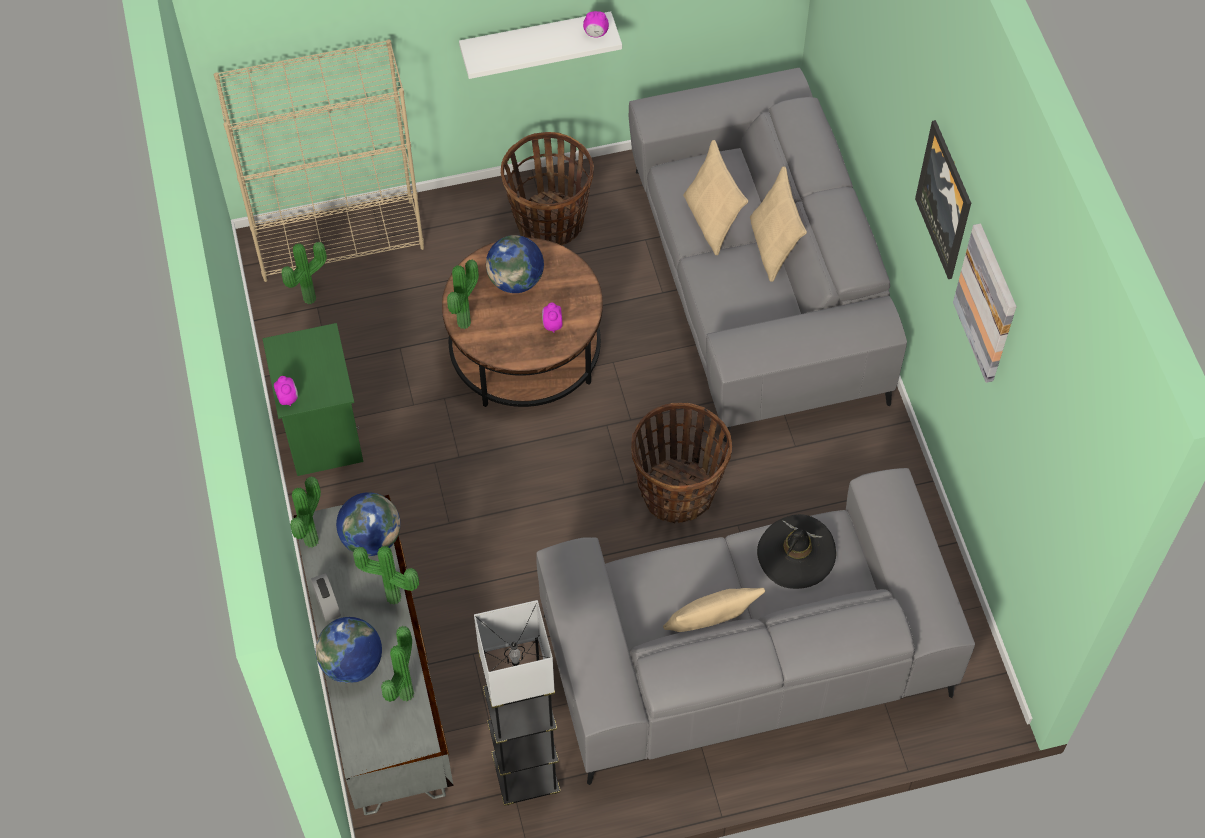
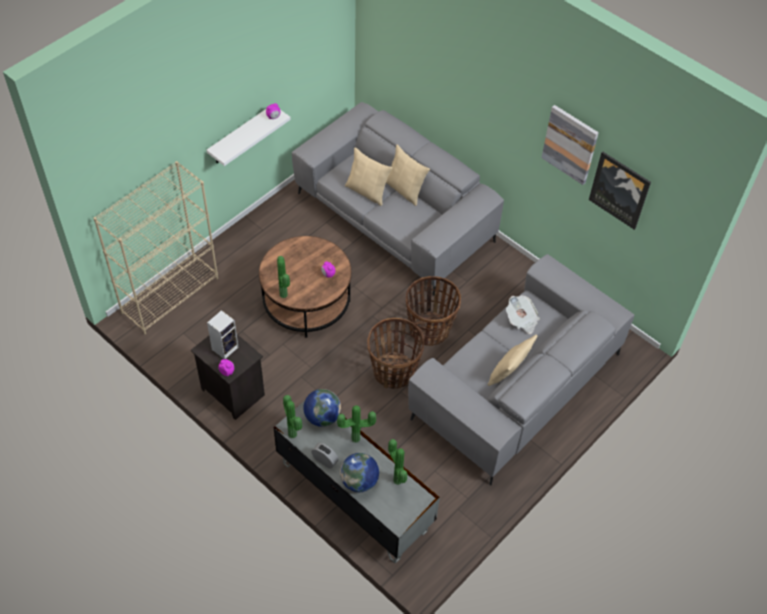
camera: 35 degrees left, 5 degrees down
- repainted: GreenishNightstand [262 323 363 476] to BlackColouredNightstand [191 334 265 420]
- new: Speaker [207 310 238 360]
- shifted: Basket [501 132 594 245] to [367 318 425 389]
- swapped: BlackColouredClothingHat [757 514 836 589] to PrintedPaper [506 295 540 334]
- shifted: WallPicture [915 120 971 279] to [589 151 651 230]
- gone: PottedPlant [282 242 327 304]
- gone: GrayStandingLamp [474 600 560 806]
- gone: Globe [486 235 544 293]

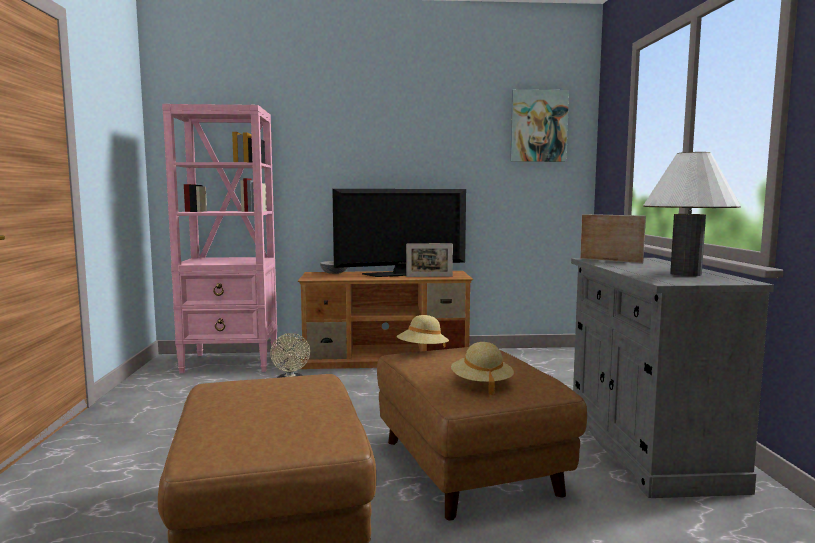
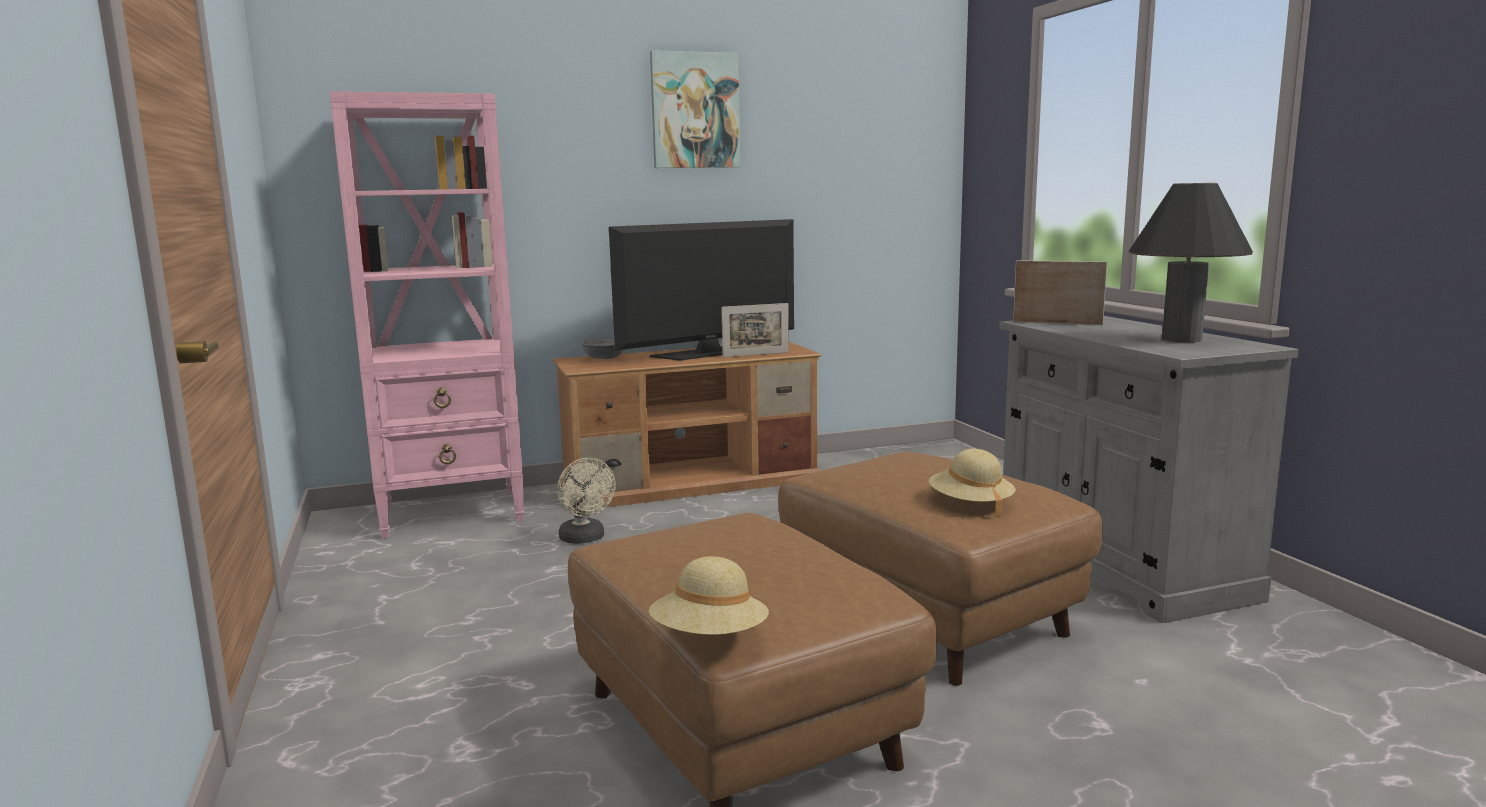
camera: 15 degrees left, 5 degrees up
- shifted: BeigeClothingHat [397 315 449 348] to [649 556 769 635]
- shifted: WallPicture [510 89 569 162] to [650 50 741 168]
- repainted: WhiteColouredTableLamp [643 152 741 276] to BlackColouredTableLamp [1128 183 1253 343]

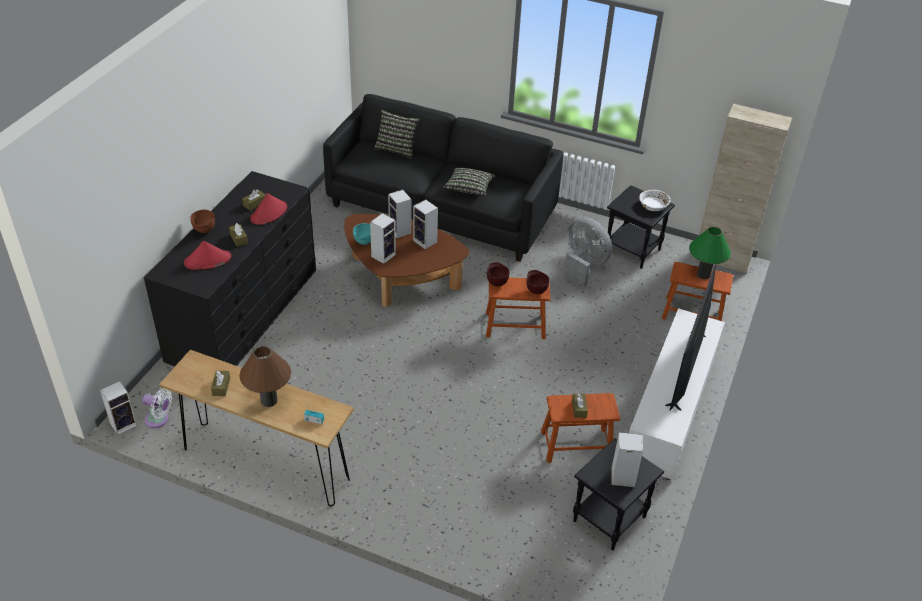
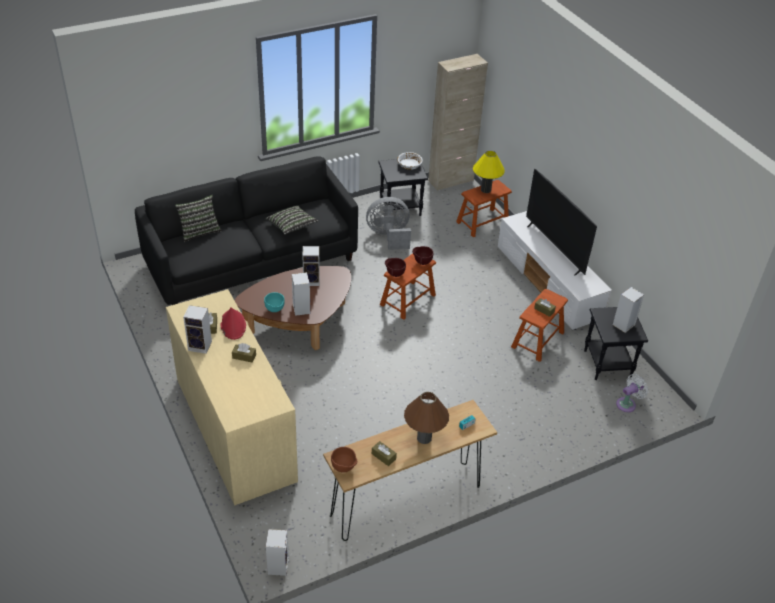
camera: 50 degrees left, 0 degrees up
- repainted: BlackColouredDrawerChest [144 171 316 366] to BeigeDrawerChest [166 289 298 505]
- shifted: Speaker [388 190 411 238] to [183 305 212 354]
- shifted: BrownDeepDish [190 210 215 233] to [331 447 357 472]
- repainted: GreenishTableLamp [689 227 731 279] to YellowTableLamp [473 151 505 193]
- shifted: WhiteColouredFan [142 388 172 428] to [616 374 648 412]
- gone: ReddishClothingHat [184 241 231 270]

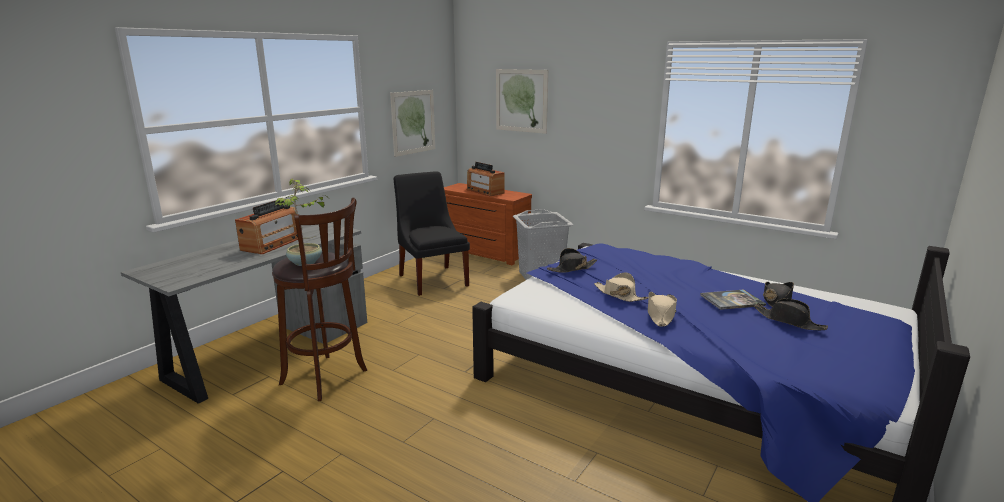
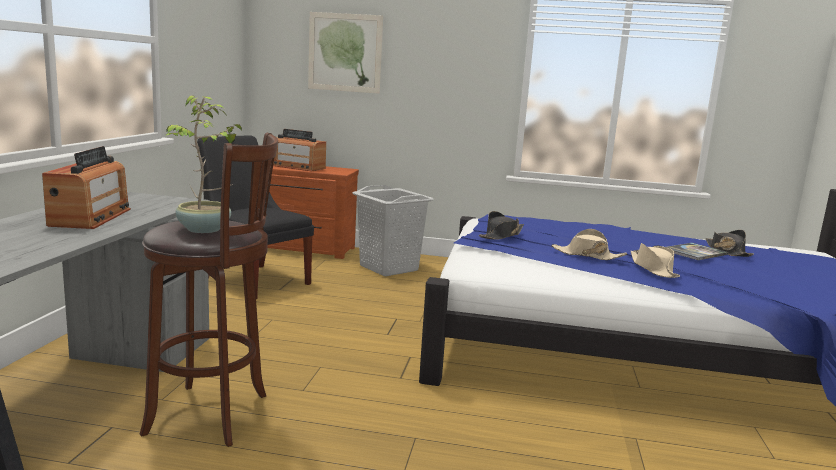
camera: 25 degrees left, 5 degrees down
- gone: WallPicture [390 90 435 157]
- gone: BlackColouredClothingHat [754 298 828 330]

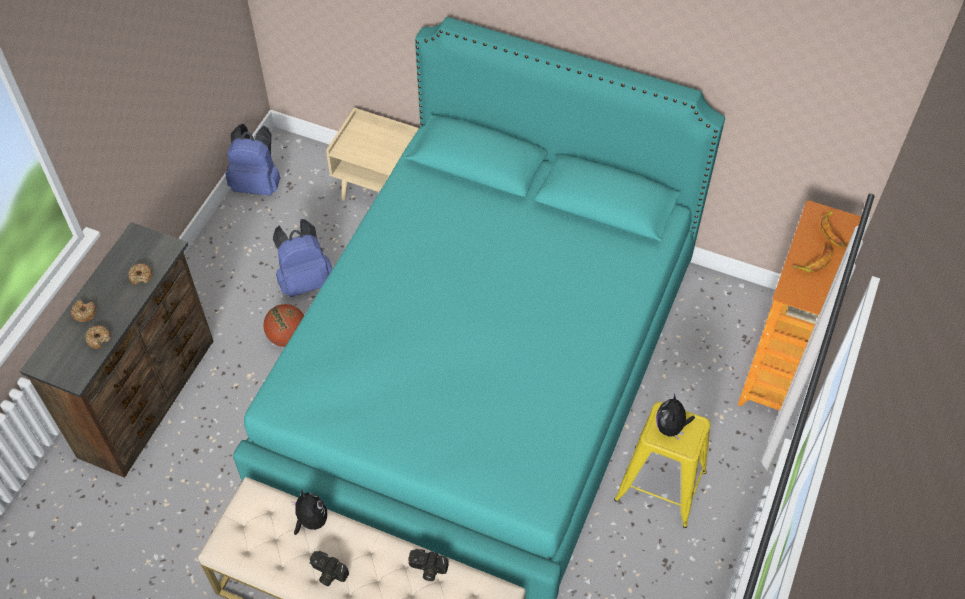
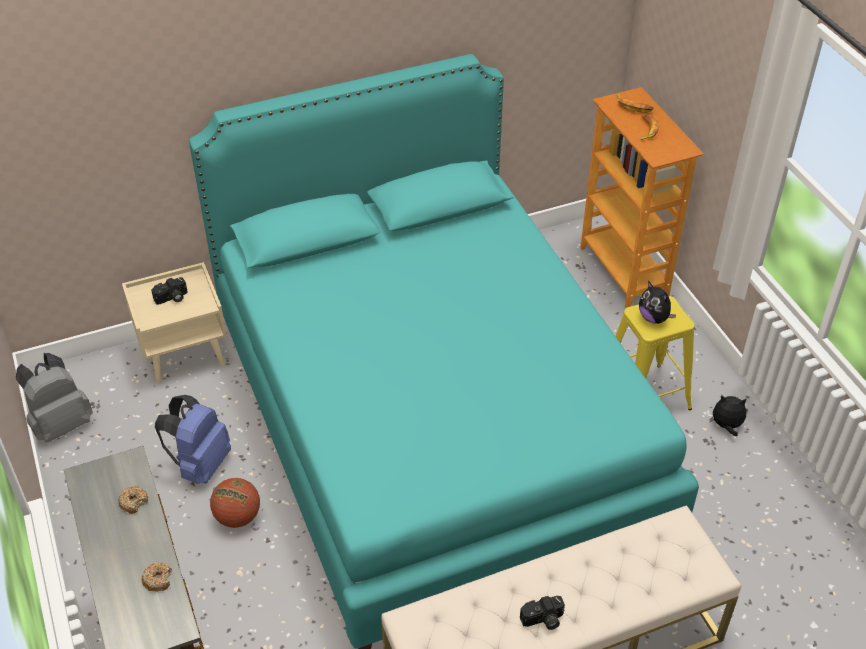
camera: 45 degrees left, 10 degrees down
- repainted: BluishKnapsack [225 124 280 195] to GrayKnapsack [16 353 93 442]
- shifted: PhotoCamera [408 549 449 581] to [151 277 188 304]
- shifted: CuddlyToy [292 489 327 535] to [710 395 747 436]
- gone: Doughnut [71 300 96 322]

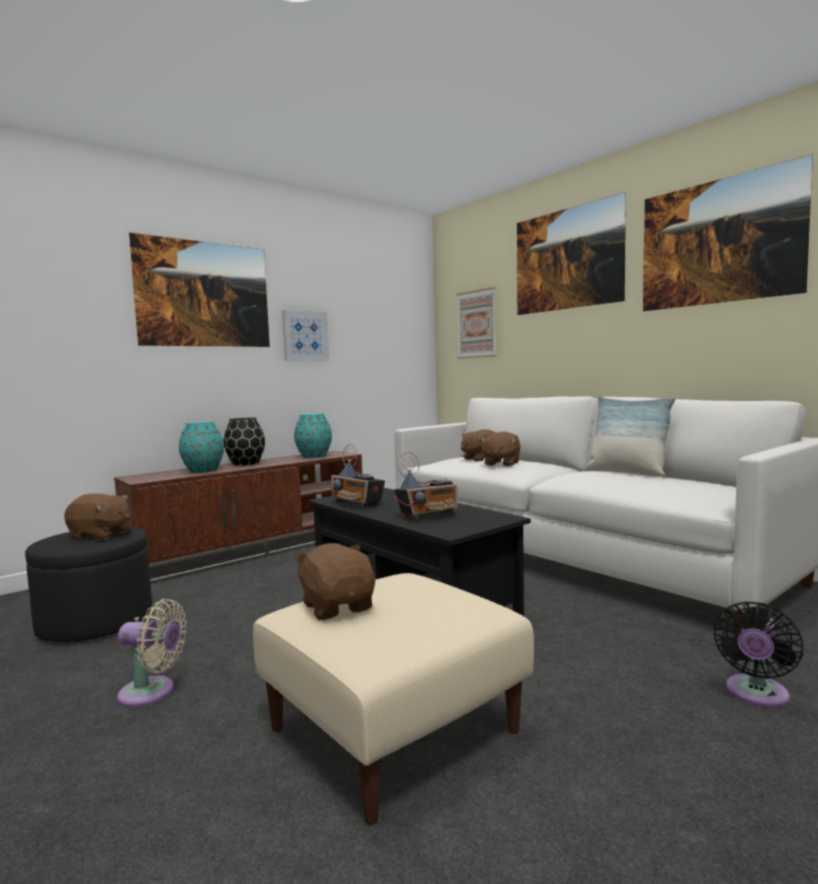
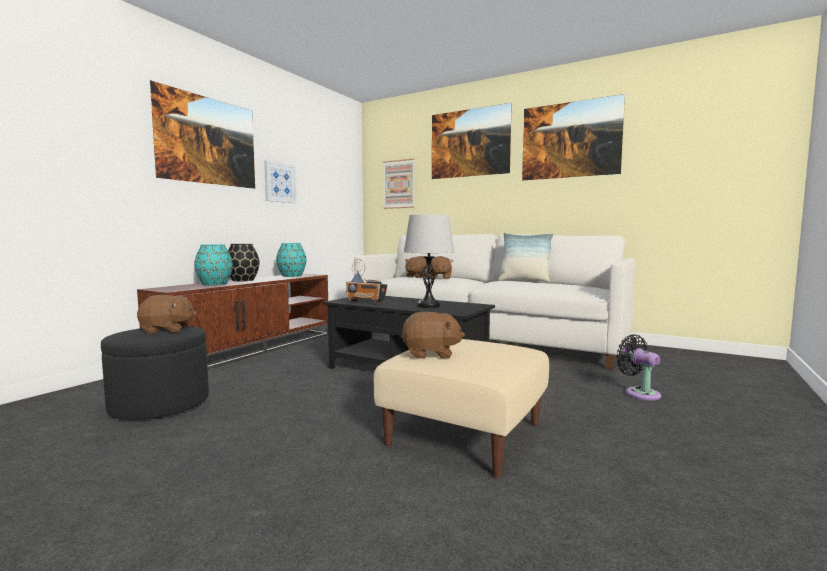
camera: 20 degrees left, 0 degrees up
- rotated: BrownCuddlyToy [293 543 375 620] = [401 312 465 359] 135 degrees clockwise
- swapped: RadioReceiver [394 452 458 519] to GrayTableLamp [404 214 454 308]
- rotated: BlackColouredFan [713 602 804 707] = [616 334 661 400] 135 degrees clockwise
- gone: BeigeFan [117 599 187 708]

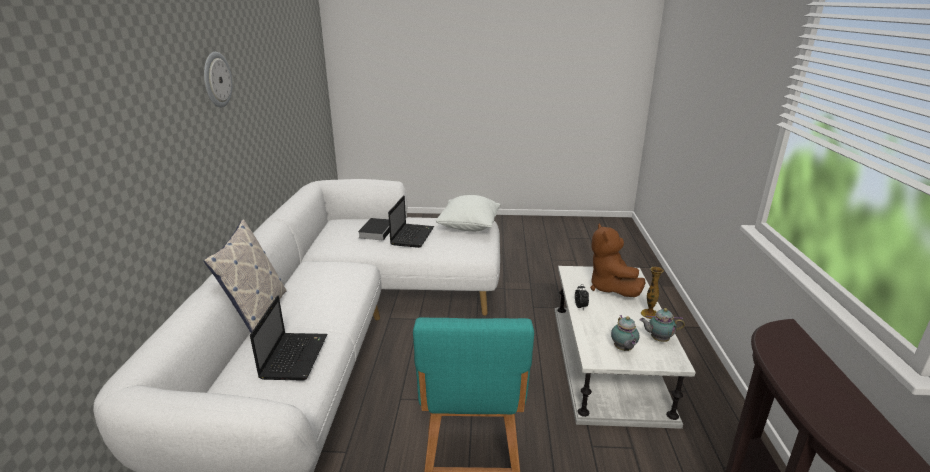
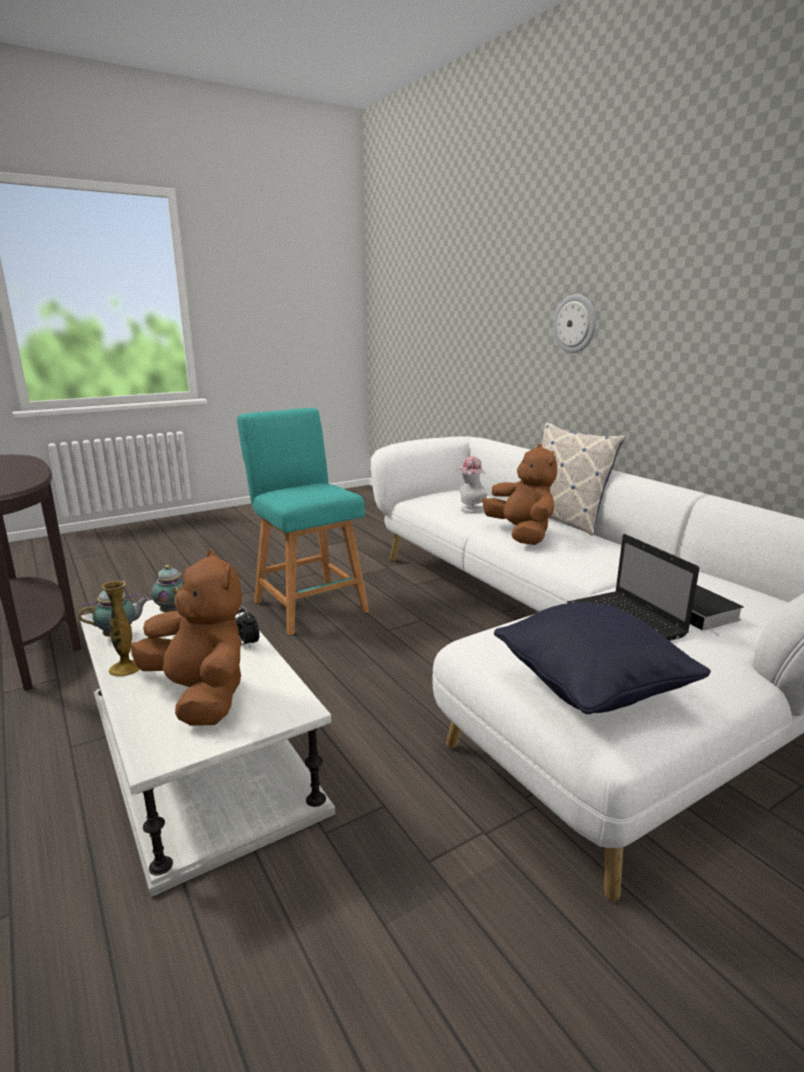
camera: 145 degrees right, 5 degrees down
- swapped: NotebookComputer [250 295 327 381] to ClothingHat [456 456 487 513]
- new: BrownCuddlyToy [482 444 557 545]
- repainted: WhiteColouredPillow [436 195 501 232] to BlackColouredPillow [494 602 711 714]
- shifted: WallClock [204 52 232 108] to [553 294 596 353]

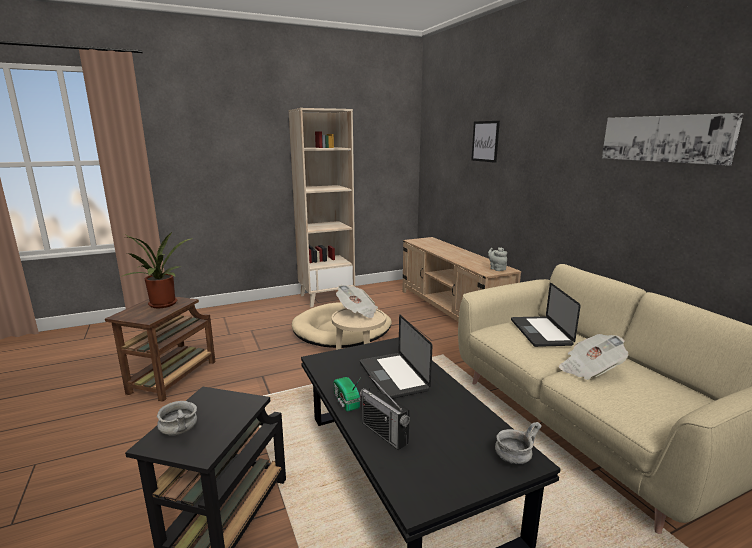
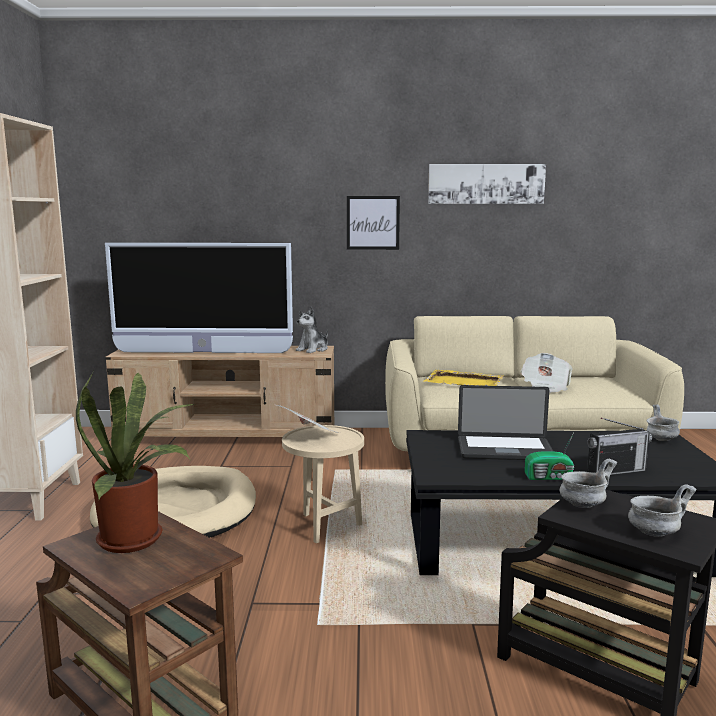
camera: 65 degrees left, 5 degrees down
- new: Television [105 243 293 353]
- swapped: GrayPotForTea [488 247 507 271] to CuddlyToy [296 307 328 353]
- shifted: WallPicture [472 121 500 163] to [347 196 400 250]
- swapped: NotebookComputer [511 282 581 347] to YellowTray [424 370 504 386]
- new: GrayDeepDish [560 459 617 508]

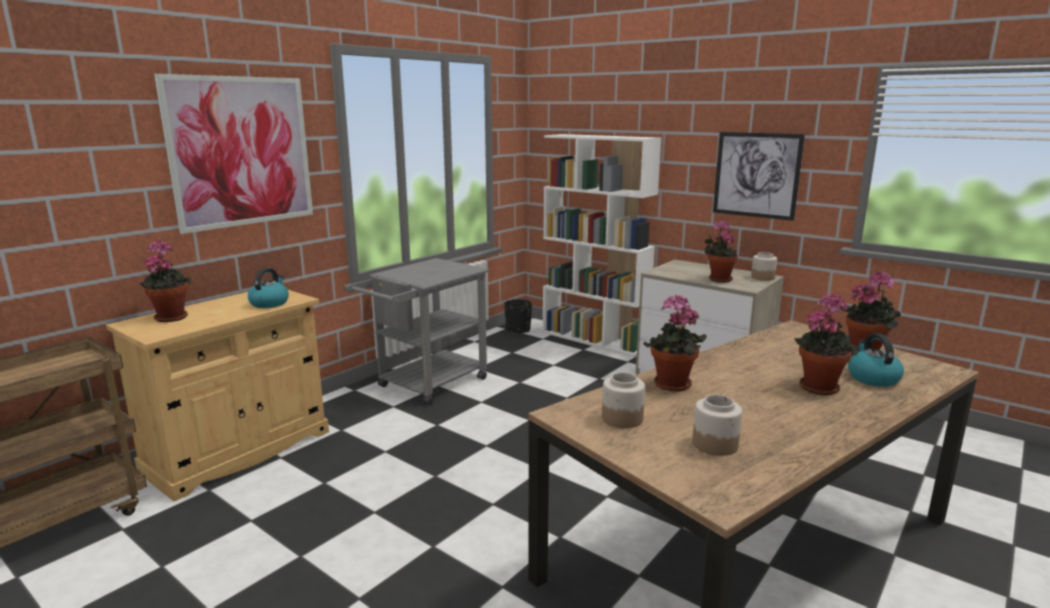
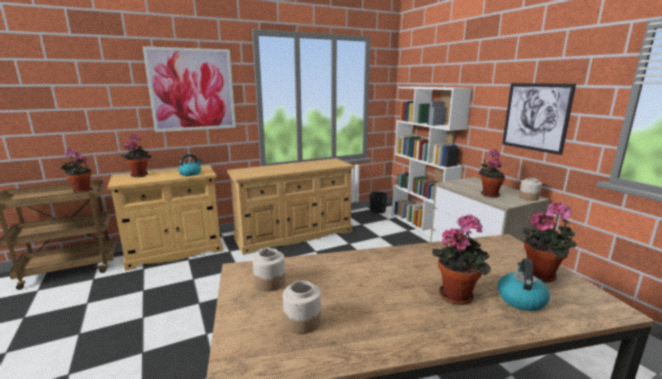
camera: 25 degrees right, 0 degrees up
- shifted: PottedPlant [644 294 707 392] to [61 148 93 193]
- swapped: GrayCart [346 258 489 405] to BeigeDrawerChest [227 158 354 255]

